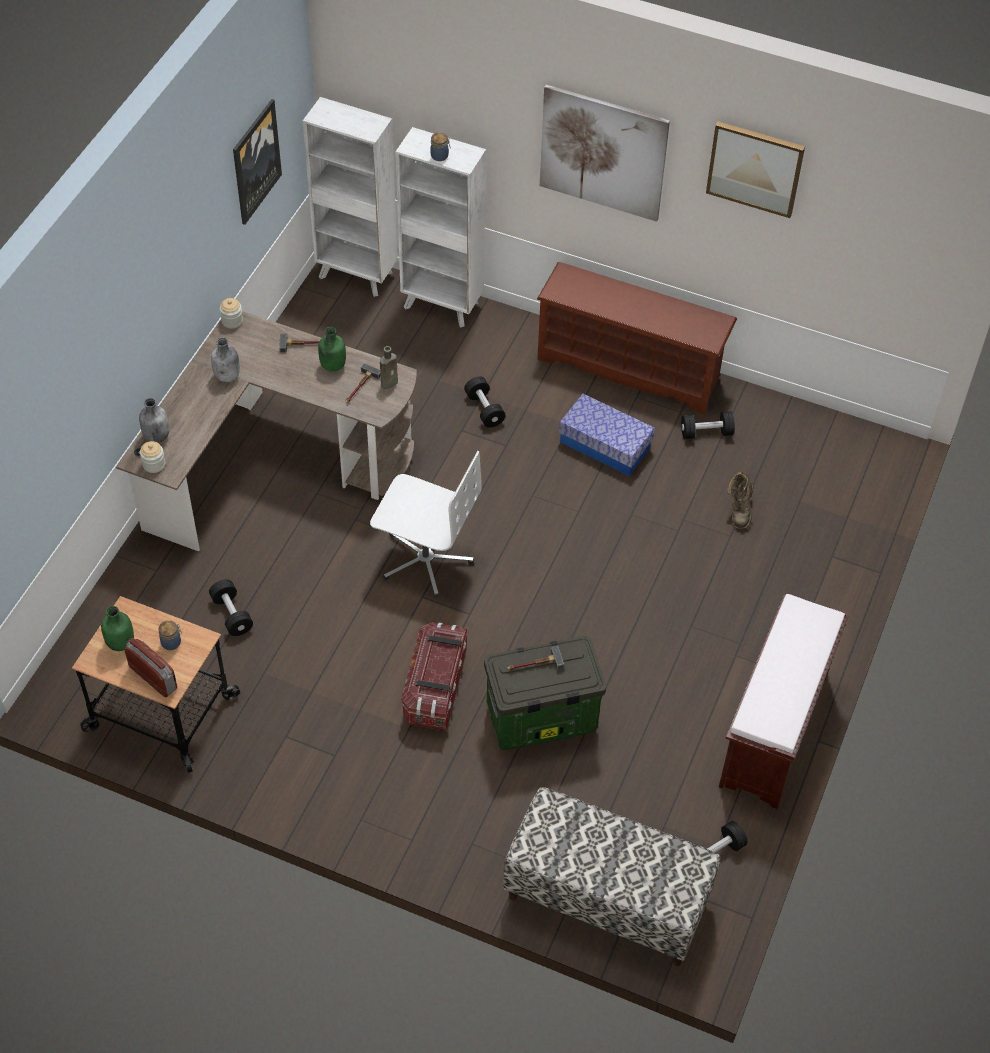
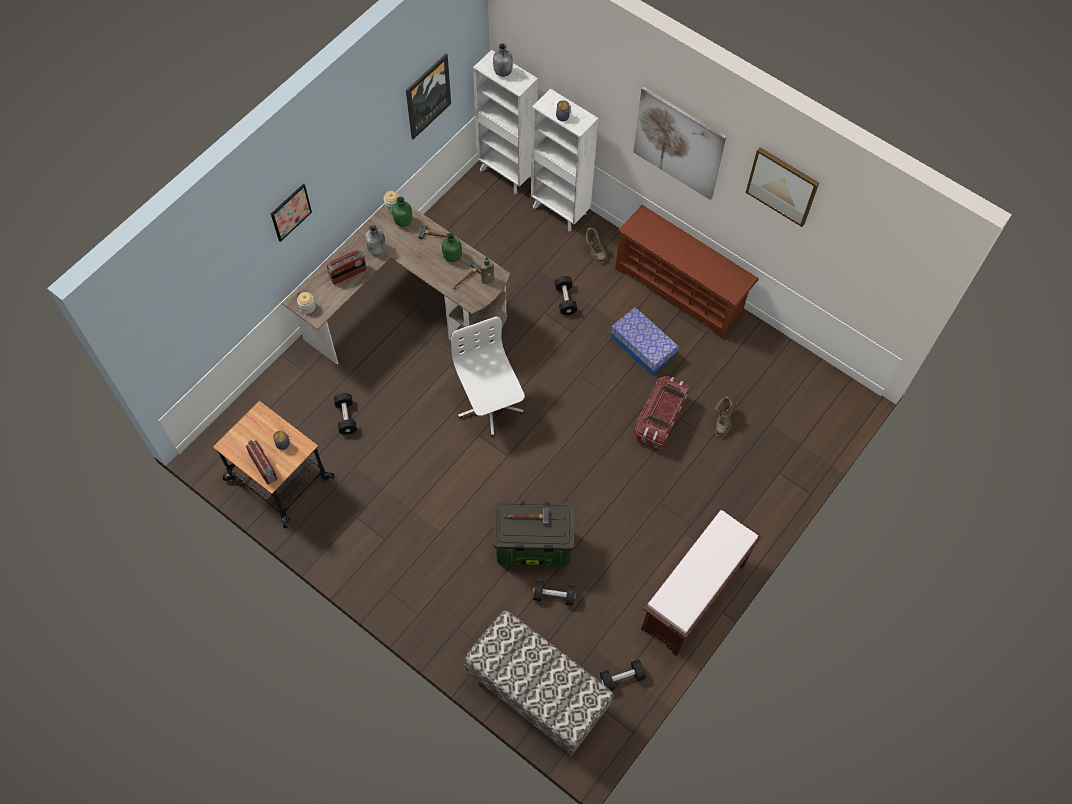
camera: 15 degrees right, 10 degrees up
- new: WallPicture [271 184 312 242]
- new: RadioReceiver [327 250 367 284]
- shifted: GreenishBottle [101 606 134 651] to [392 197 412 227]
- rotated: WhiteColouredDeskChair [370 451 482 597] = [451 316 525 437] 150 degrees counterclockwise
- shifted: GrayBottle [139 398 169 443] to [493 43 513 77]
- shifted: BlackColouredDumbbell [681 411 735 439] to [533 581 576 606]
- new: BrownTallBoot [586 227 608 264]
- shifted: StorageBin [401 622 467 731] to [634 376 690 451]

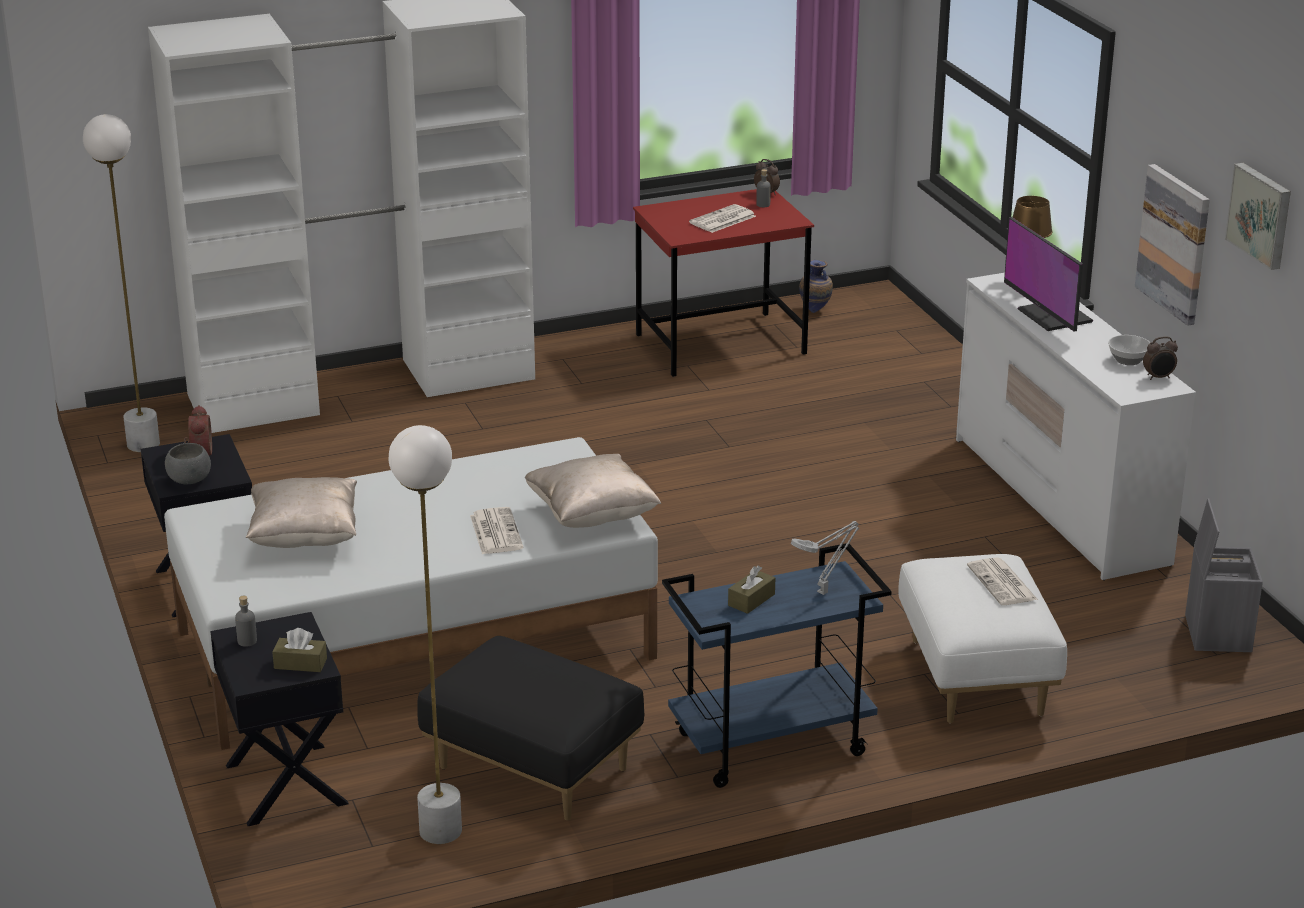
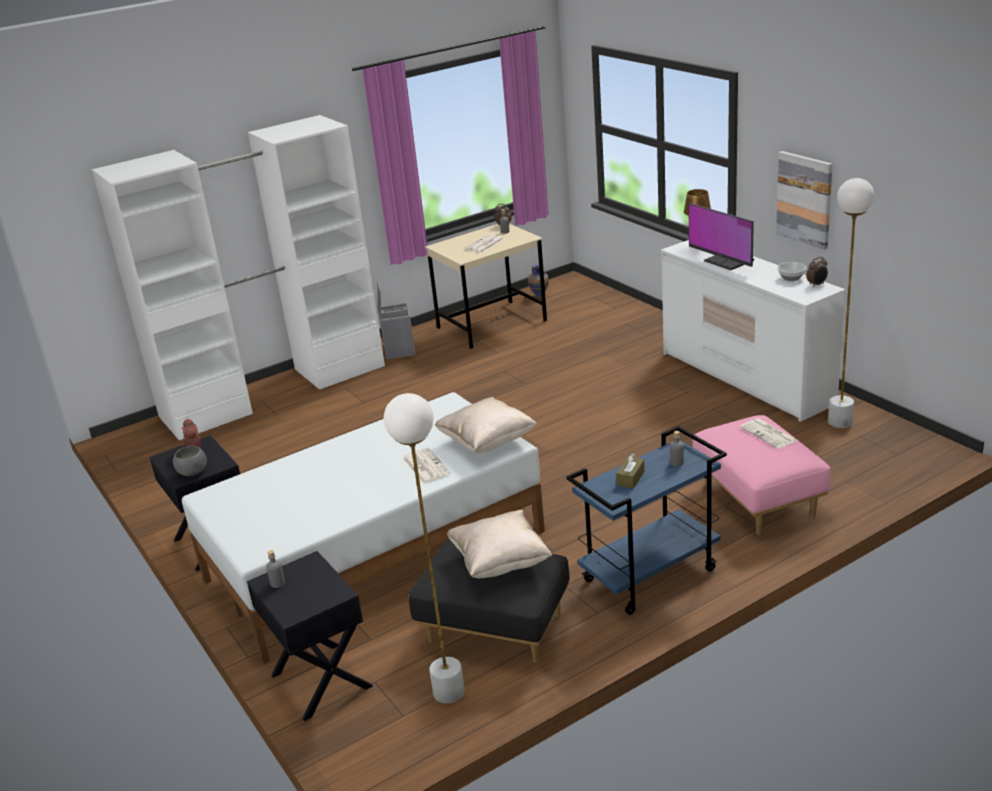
camera: 10 degrees left, 0 degrees up
- shifted: GrayStorageBin [1185 498 1263 652] to [377 280 416 360]
- repainted: ReddishDeskTable [633 189 814 377] to BeigeDeskTable [425 224 547 349]
- shifted: BeigePillow [246 477 357 548] to [447 510 552 578]
- swapped: GrayTableLamp [791 521 860 595] to GrayBottle [670 431 684 466]
- repainted: WhiteColouredPouffe [898 554 1067 723] to PinkishPouffe [693 415 831 535]
- shifted: WhiteColouredStandingLamp [83 114 160 452] to [828 178 874 428]
- gone: BrownTissueBox [272 628 327 672]
- gone: WallPicture [1225 163 1291 270]

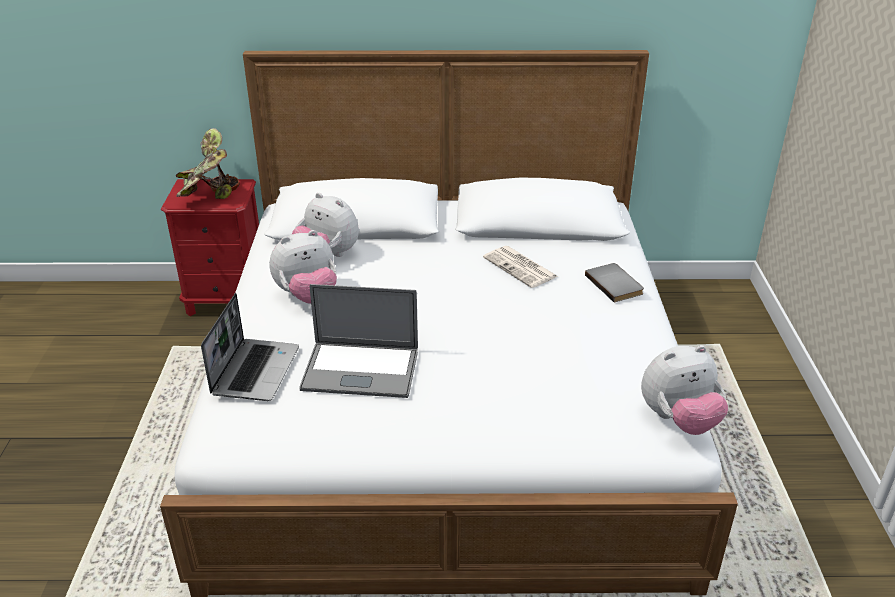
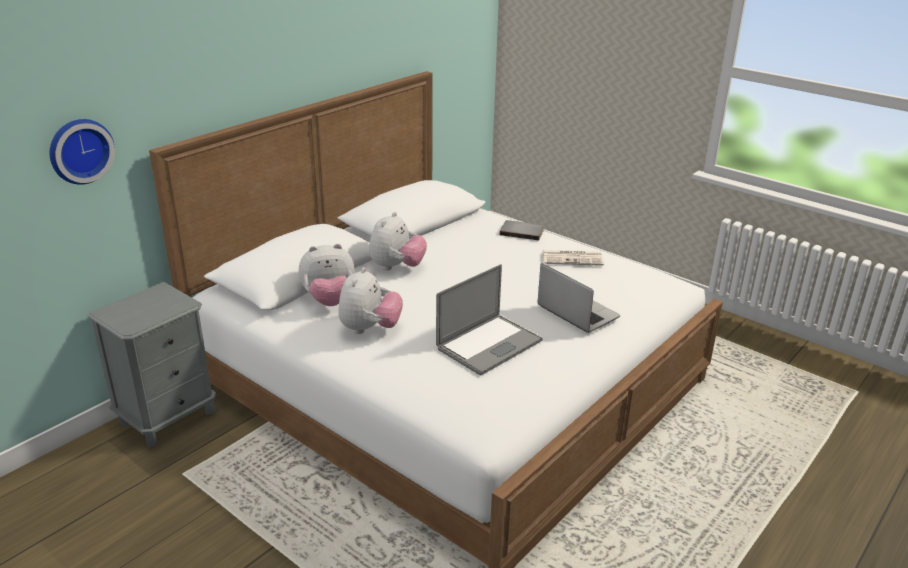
camera: 50 degrees left, 5 degrees down
- new: WallClock [50 119 115 185]
- repainted: ReddishNightstand [161 179 259 316] to GrayNightstand [88 282 216 447]
- shifted: CuddlyToy [641 345 728 435] to [369 212 427 270]
- shifted: NotebookComputer [201 293 299 401] to [537 263 620 333]
- shifted: PrintedPaper [483 246 558 288] to [543 250 604 266]
- gone: PottedPlant [176 128 240 199]

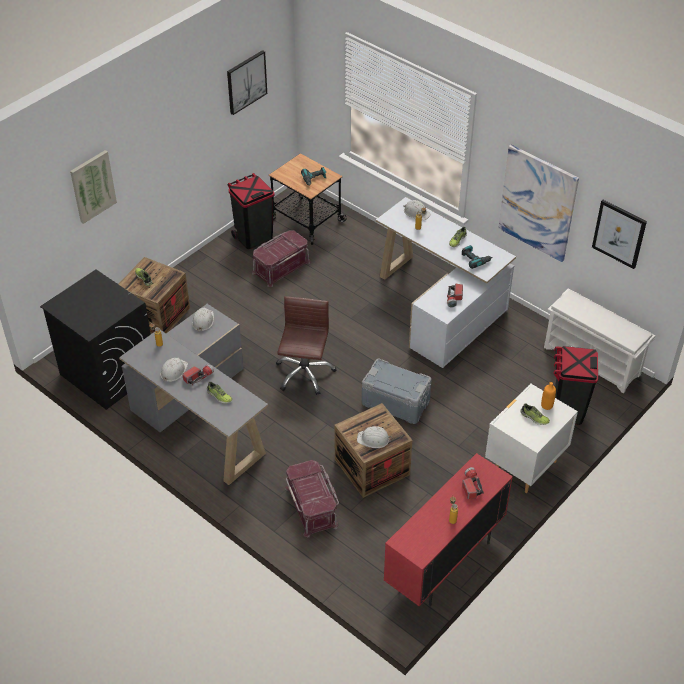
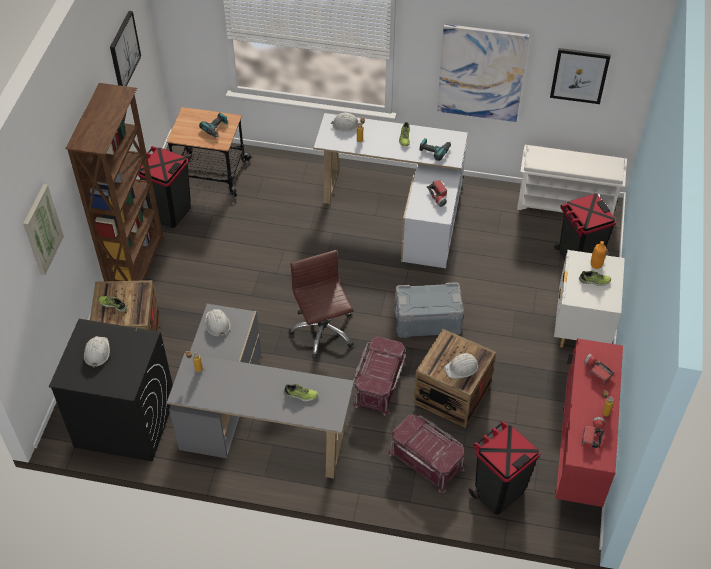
camera: 30 degrees left, 5 degrees up
- new: BrownBookshelf [65 83 164 281]
- shifted: WhiteColouredHardHat [161 357 188 382] to [84 336 110 368]
- shifted: ReddishStorageBin [252 230 311 287] to [353 337 406 416]
- new: BlackColouredRubbishBin [469 421 541 515]
- shifted: Torch [182 364 214 385] to [581 417 605 449]

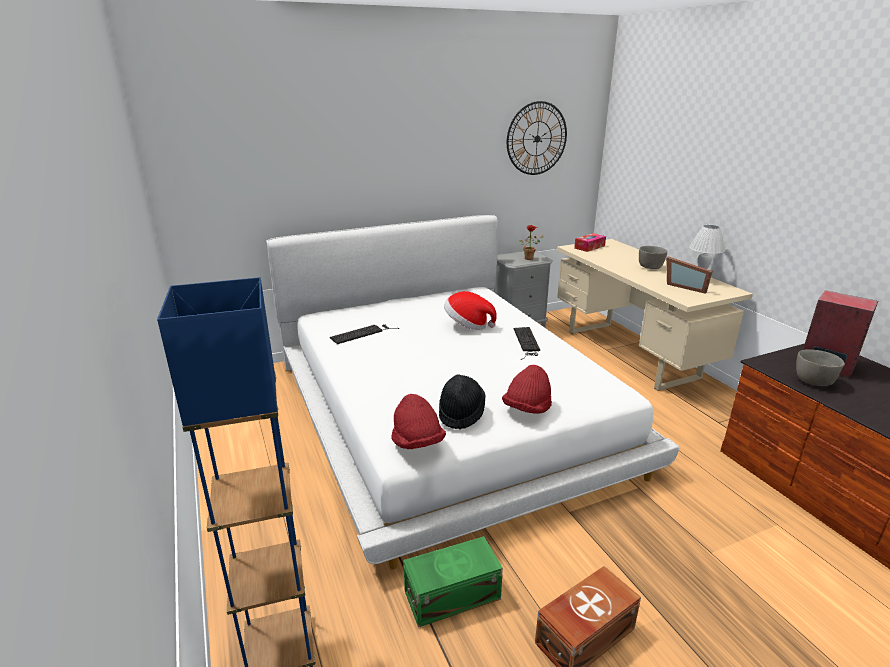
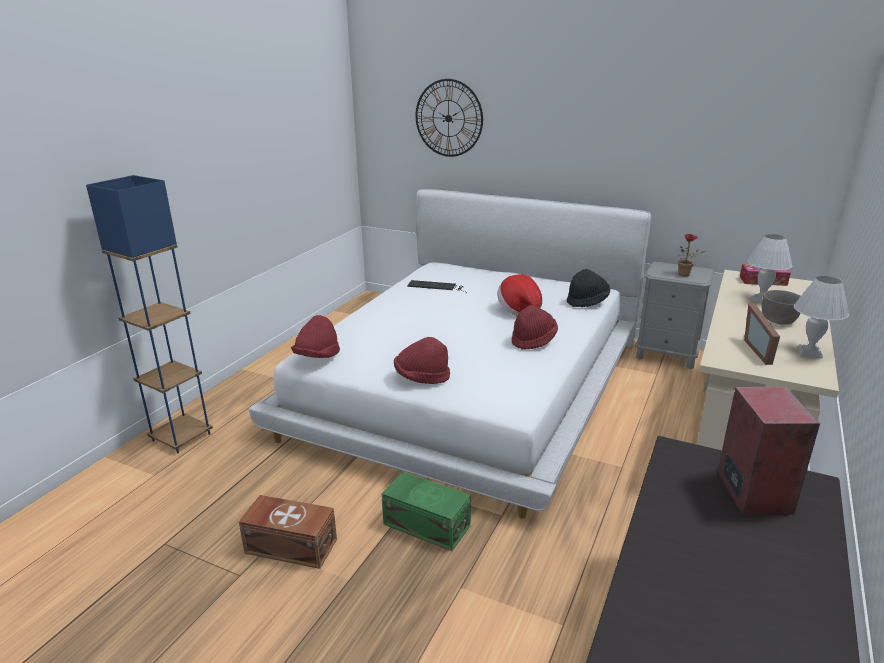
camera: 50 degrees right, 0 degrees up
- shifted: GreenishStorageBin [403 536 503 627] to [382 472 471 551]
- shifted: WallClock [507 101 567 175] to [416 79 483 157]
- swapped: PcKeyboard [513 327 540 360] to ReddishClothingHat [511 305 558 350]
- shifted: BlackColouredClothingHat [439 374 486 430] to [567 269 610 307]
- new: WhiteColouredTableLamp [747 234 792 303]
- gone: GrayDeepDish [796 349 845 386]

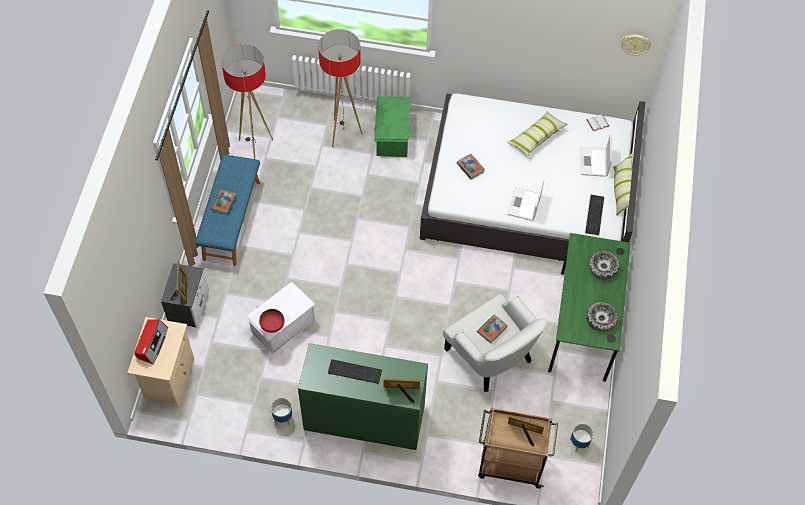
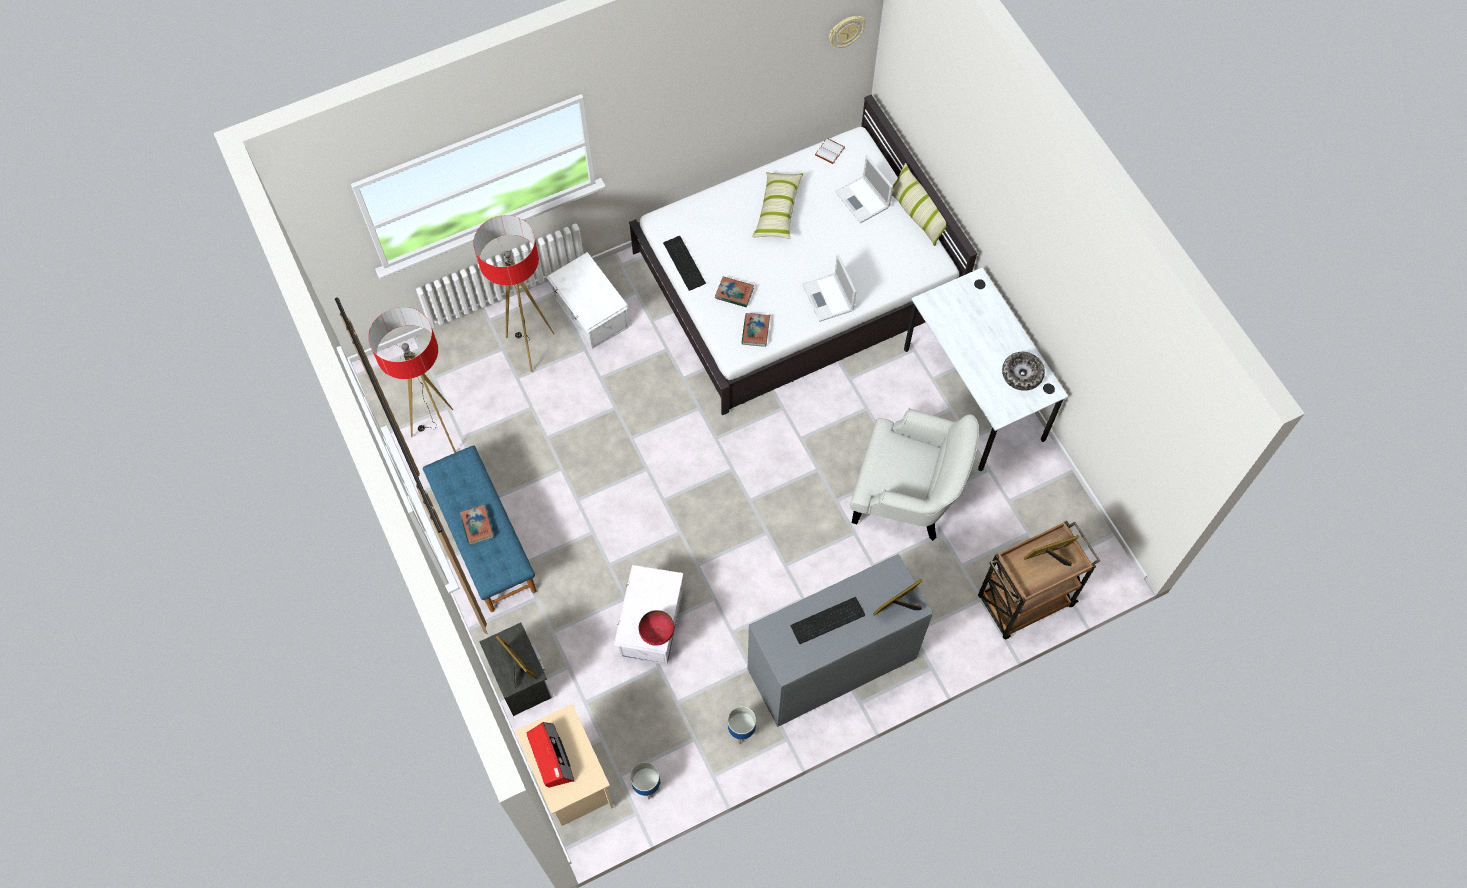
camera: 35 degrees left, 5 degrees up
- repainted: GreenishStorageBin [374 96 411 157] to WhiteColouredStorageBin [547 252 629 349]
- shifted: Planter [570 424 594 452] to [630 762 661 799]
- shifted: PcKeyboard [585 195 604 235] to [663 236 706 291]
- shifted: Book [477 315 508 343] to [742 313 770 347]
- repainted: GreenishDrawerChest [298 343 428 450] to GrayDrawerChest [748 554 933 727]
- repainted: GreenishDeskTable [548 233 631 382] to WhiteColouredDeskTable [904 268 1068 471]
- gone: DeepDish [589 251 620 279]

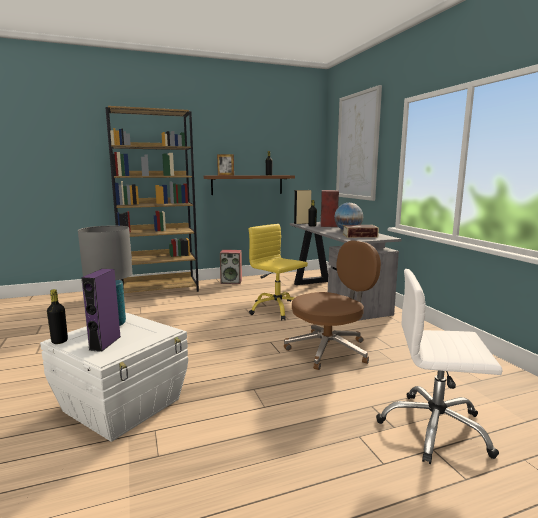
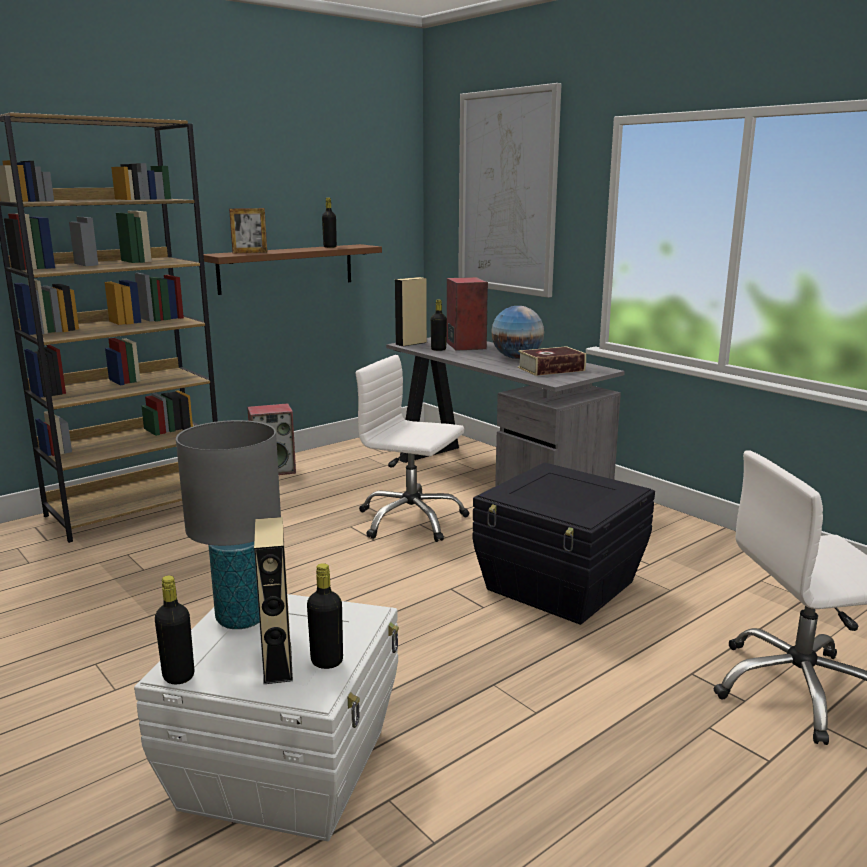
camera: 20 degrees left, 5 degrees up
- repainted: PurpleSpeaker [81 269 120 352] to BeigeSpeaker [254 517 293 685]
- new: BlackColouredBottle [307 563 343 669]
- repainted: YellowDeskChair [249 224 308 321] to WhiteColouredDeskChair [355 355 469 542]
- swapped: BrownDeskChair [284 241 381 370] to BlackColouredStorageBin [472 462 655 625]

